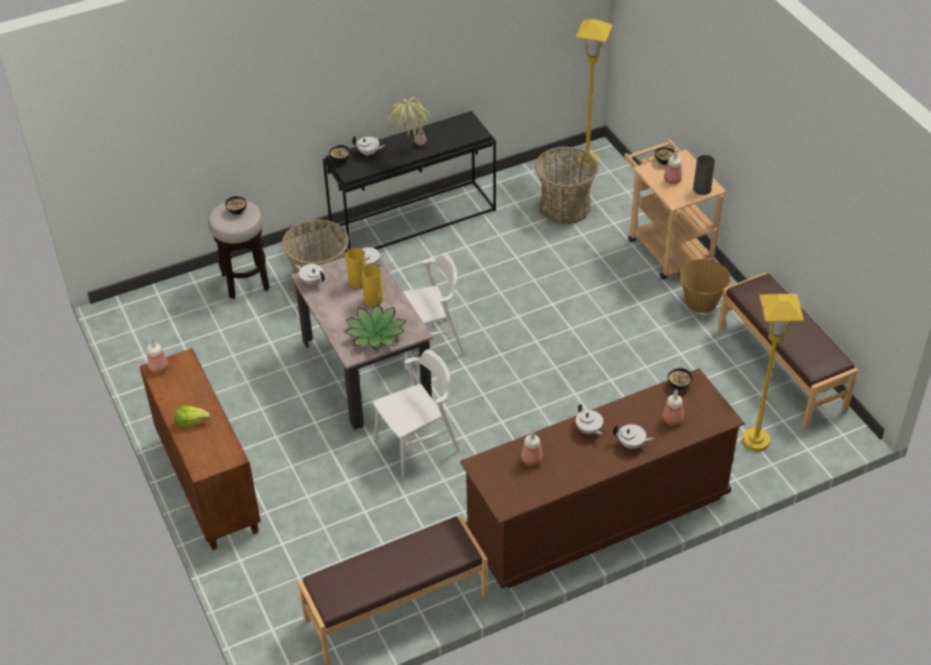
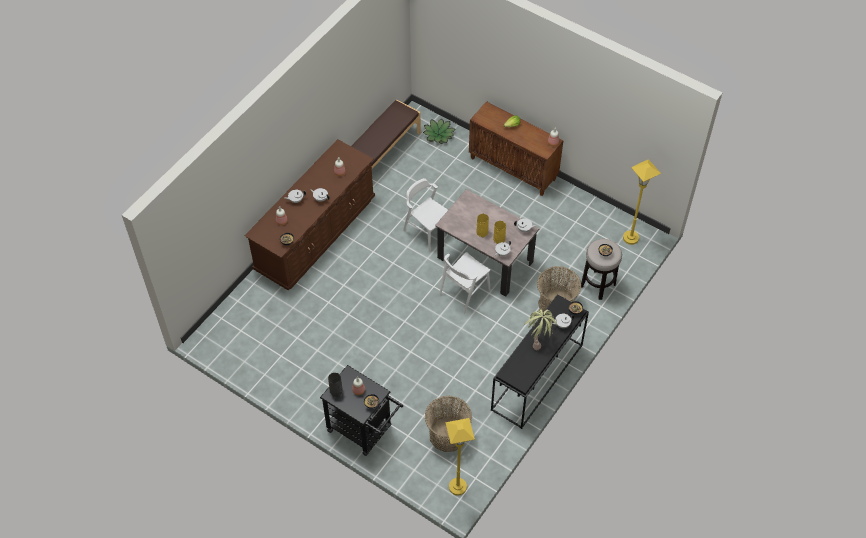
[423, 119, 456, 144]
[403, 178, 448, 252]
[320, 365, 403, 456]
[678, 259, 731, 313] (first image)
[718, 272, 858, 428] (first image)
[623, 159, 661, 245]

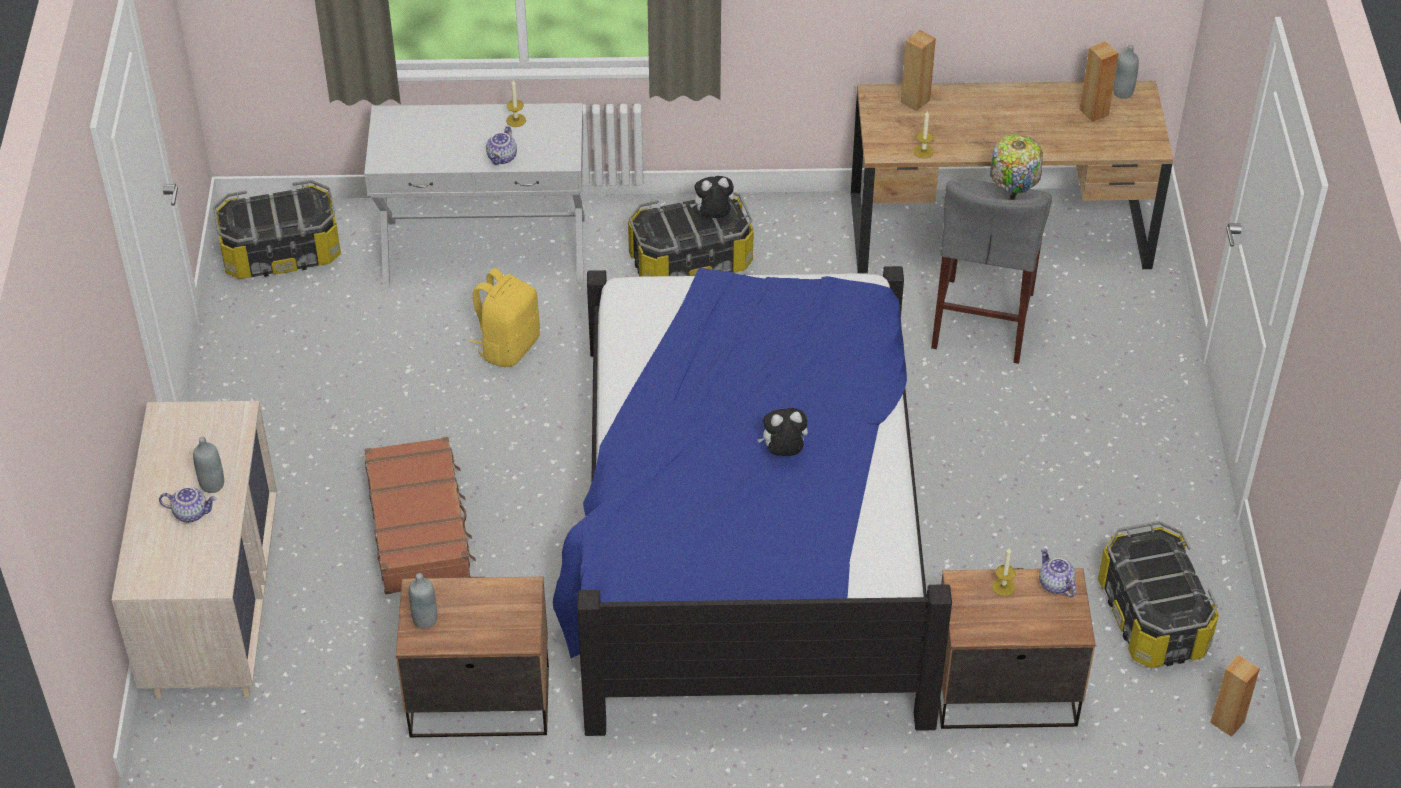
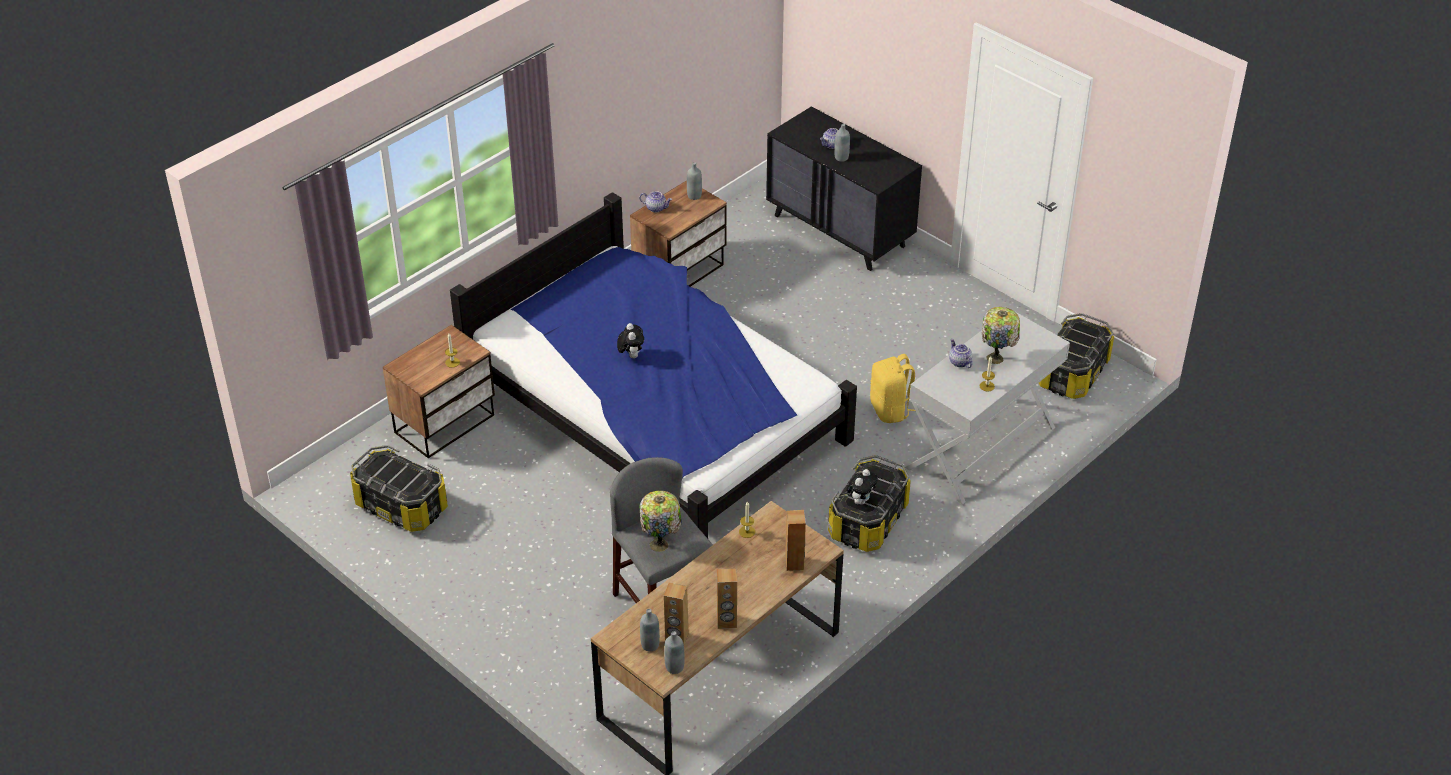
[766, 106, 922, 271]
[365, 437, 476, 594] (first image)
[617, 323, 644, 358]
[639, 191, 672, 213]
[717, 568, 737, 629]
[640, 609, 660, 651]
[982, 307, 1020, 364]

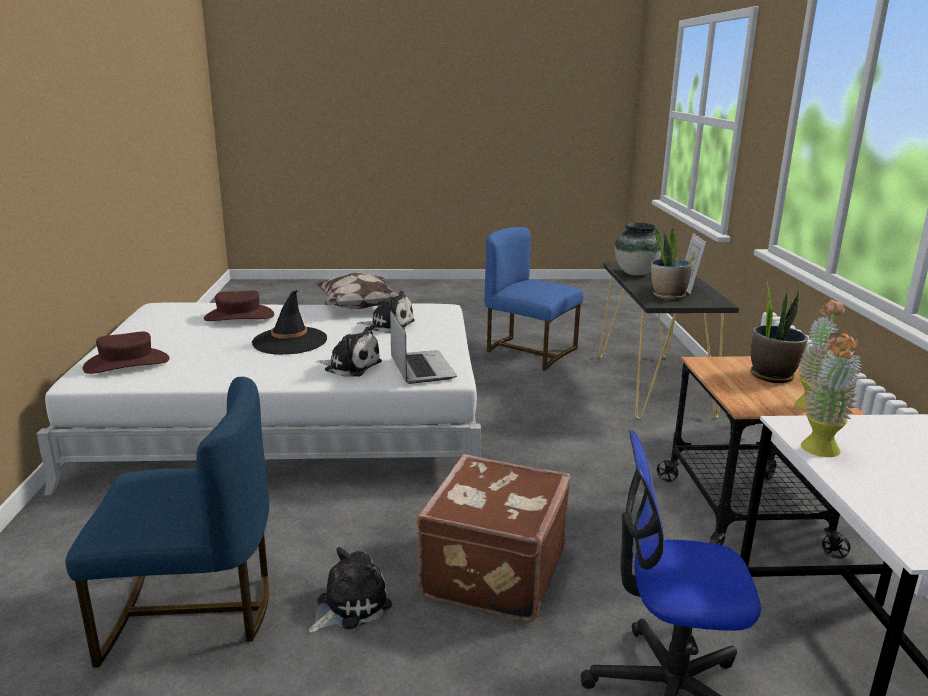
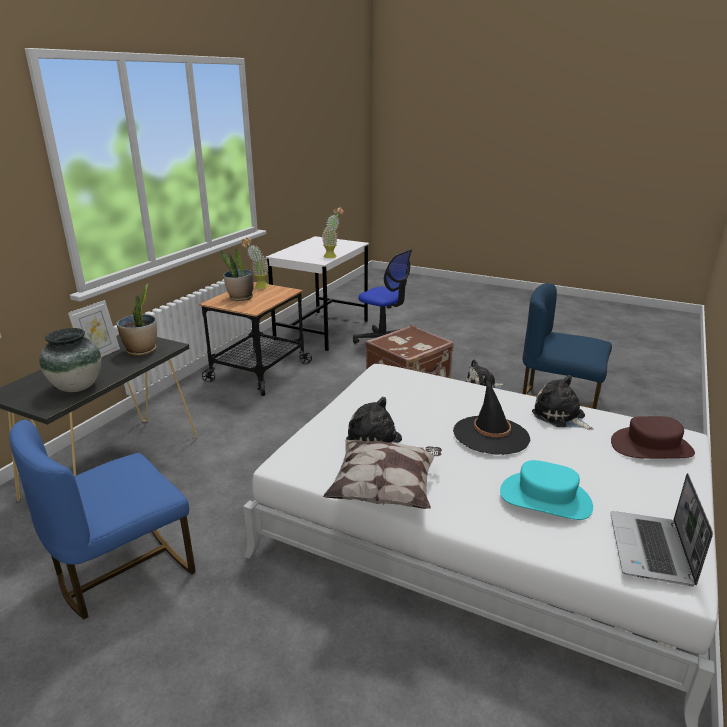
[500, 460, 593, 520]
[532, 375, 594, 430]
[610, 473, 713, 586]
[9, 420, 196, 619]

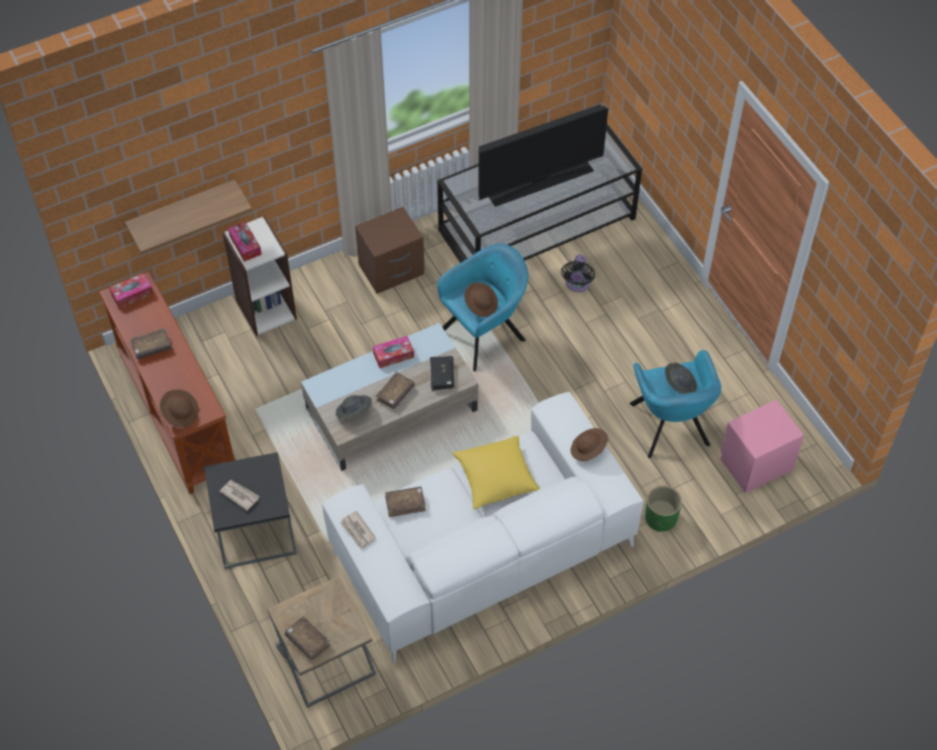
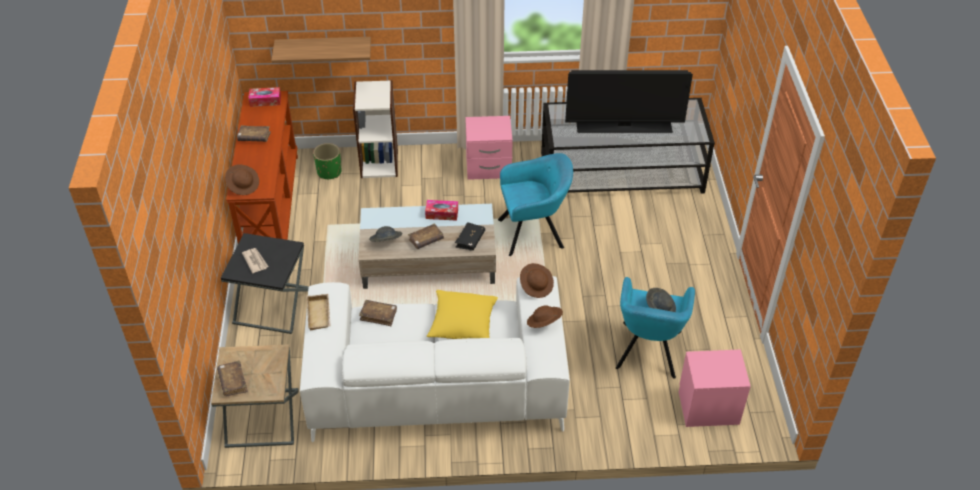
[228, 221, 262, 262] (first image)
[306, 294, 331, 330]
[466, 116, 512, 180]
[520, 263, 554, 298]
[561, 254, 595, 292] (first image)
[313, 143, 342, 179]

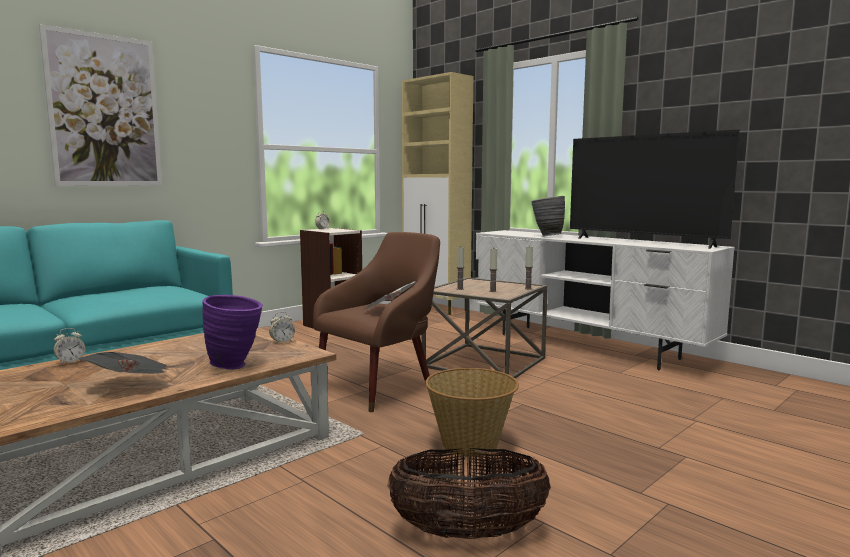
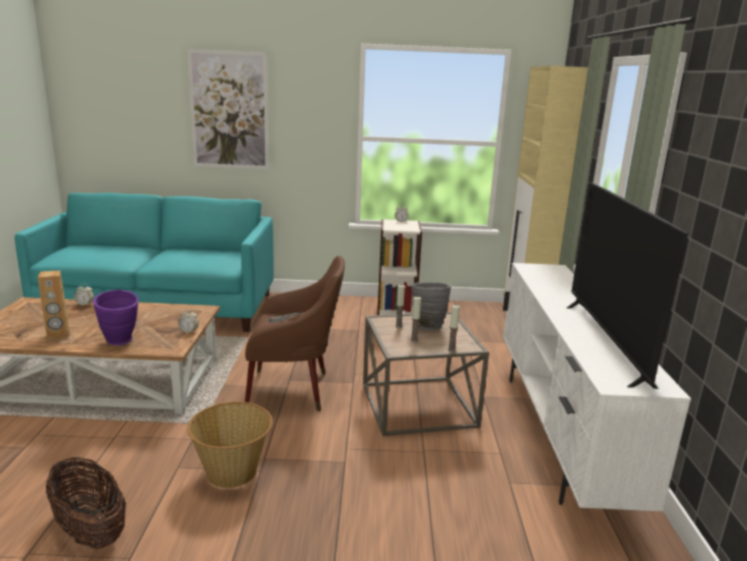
[38, 270, 70, 340]
[411, 282, 451, 330]

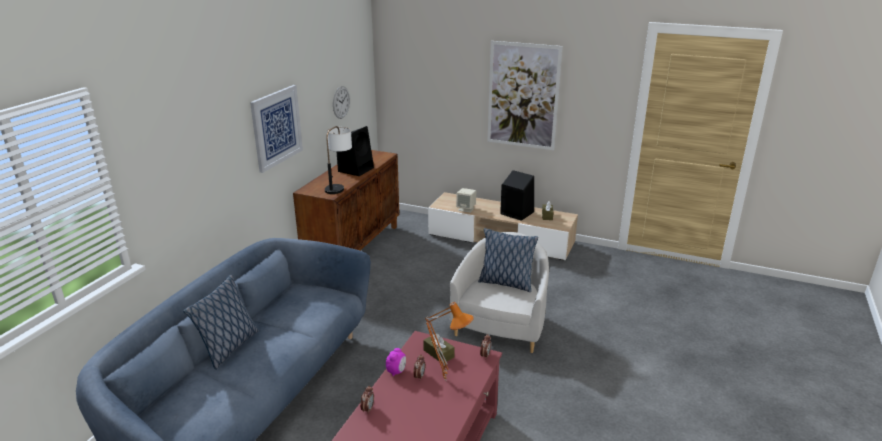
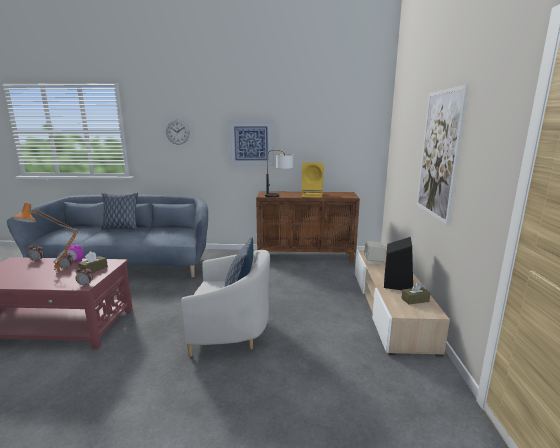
[166, 120, 190, 145]
[301, 162, 323, 198]

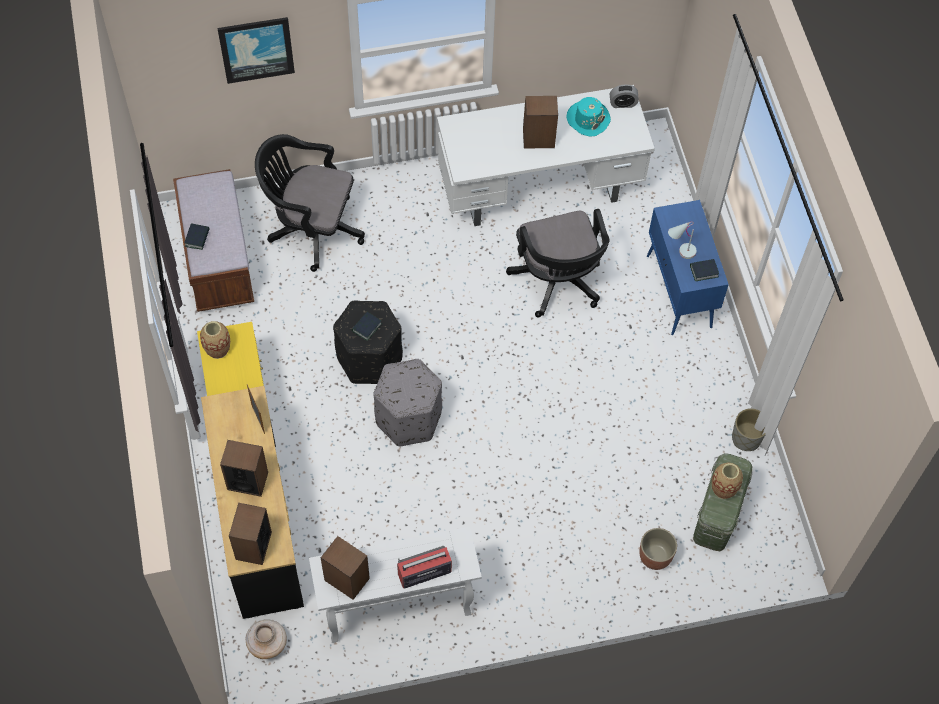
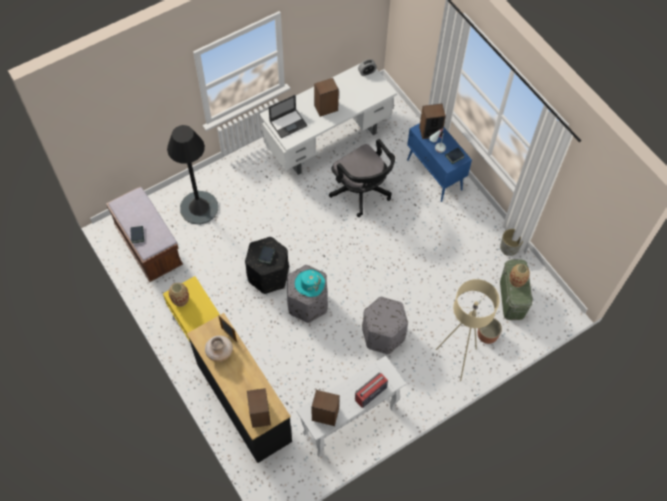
[217, 17, 295, 84] (first image)
[419, 104, 446, 139]
[205, 336, 233, 362]
[167, 125, 218, 225]
[295, 270, 325, 297]
[268, 95, 307, 138]
[362, 297, 408, 354]
[436, 279, 500, 381]

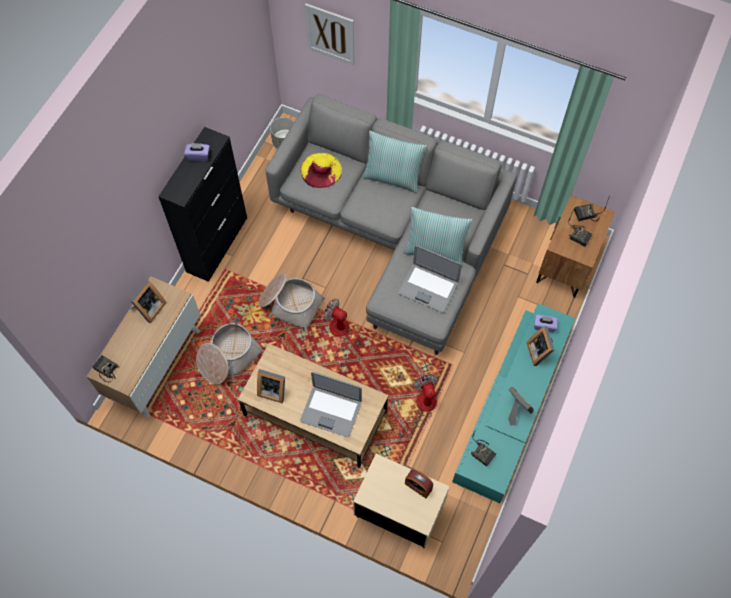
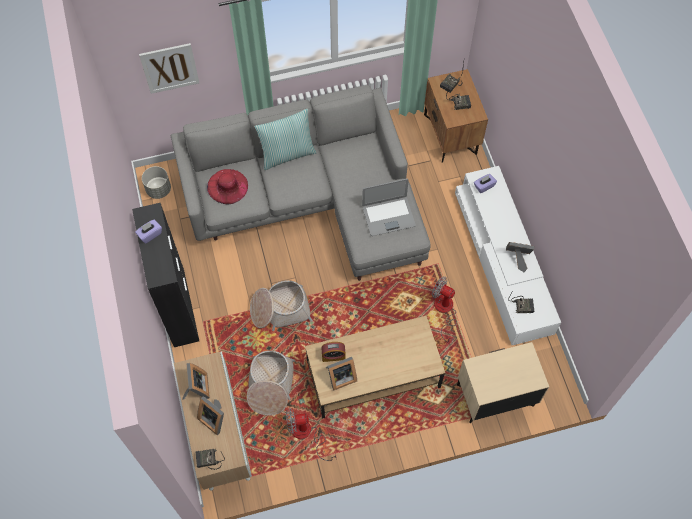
[207, 169, 248, 204]
[300, 372, 362, 437] (first image)
[286, 408, 337, 461]
[403, 207, 472, 266] (first image)
[321, 342, 346, 362]
[455, 166, 561, 345]
[197, 396, 224, 436]

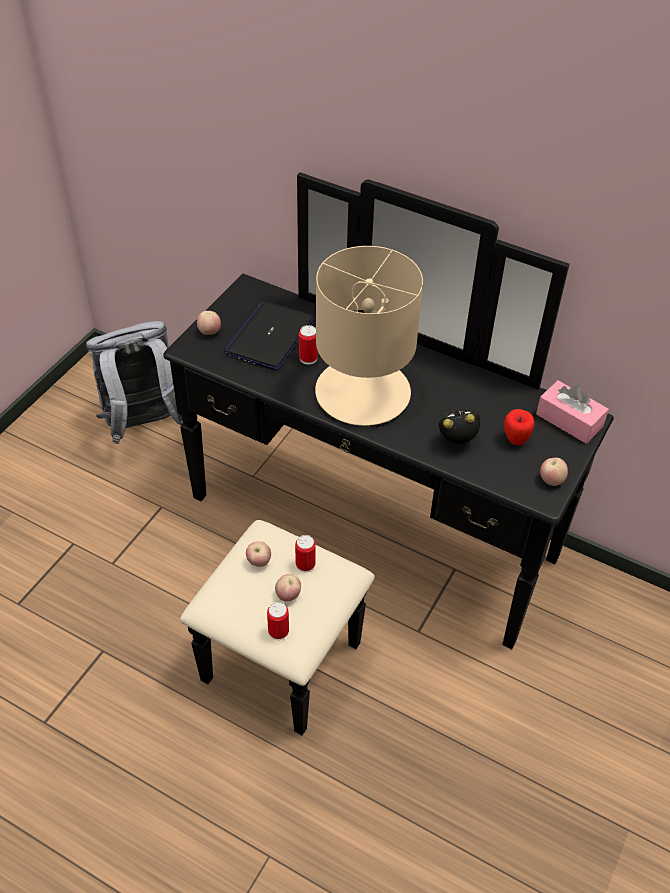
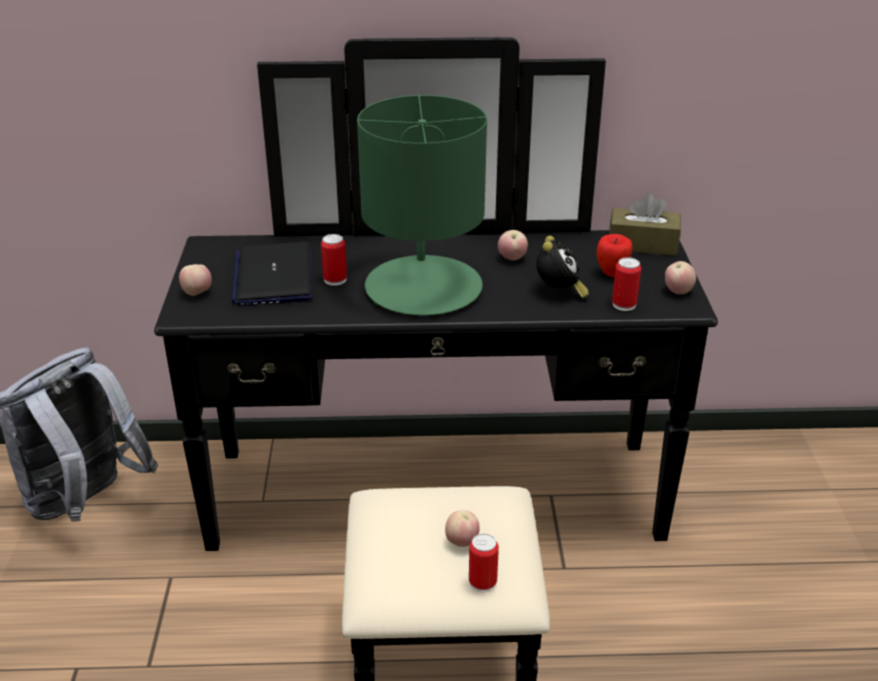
[498, 230, 528, 260]
[612, 257, 641, 311]
[357, 95, 487, 316]
[536, 236, 589, 298]
[609, 193, 681, 255]

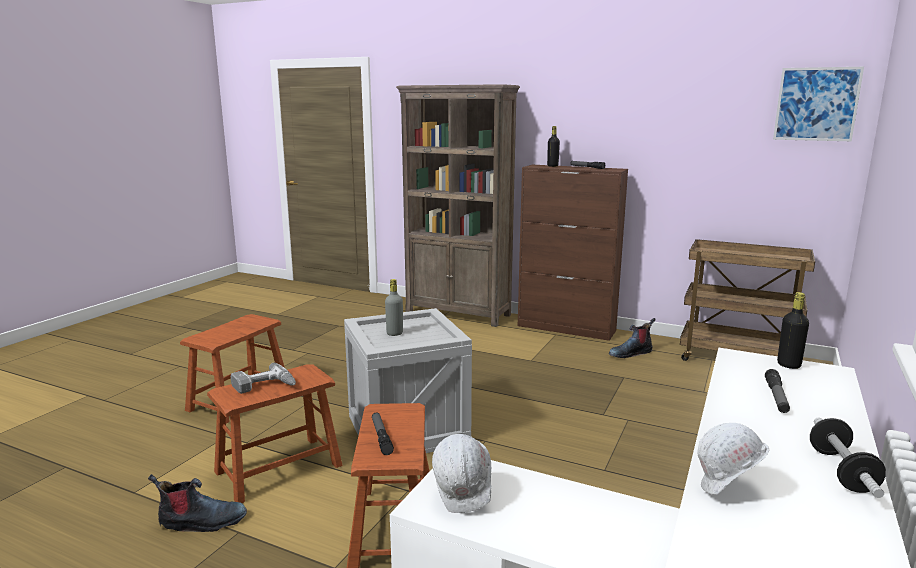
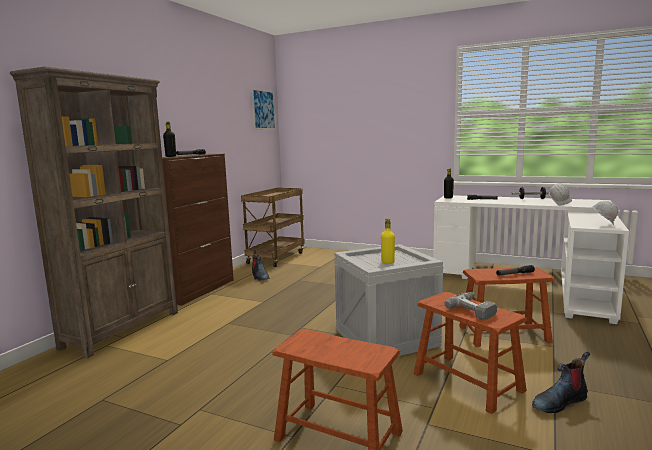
[532, 352, 590, 413]
[381, 219, 395, 264]

